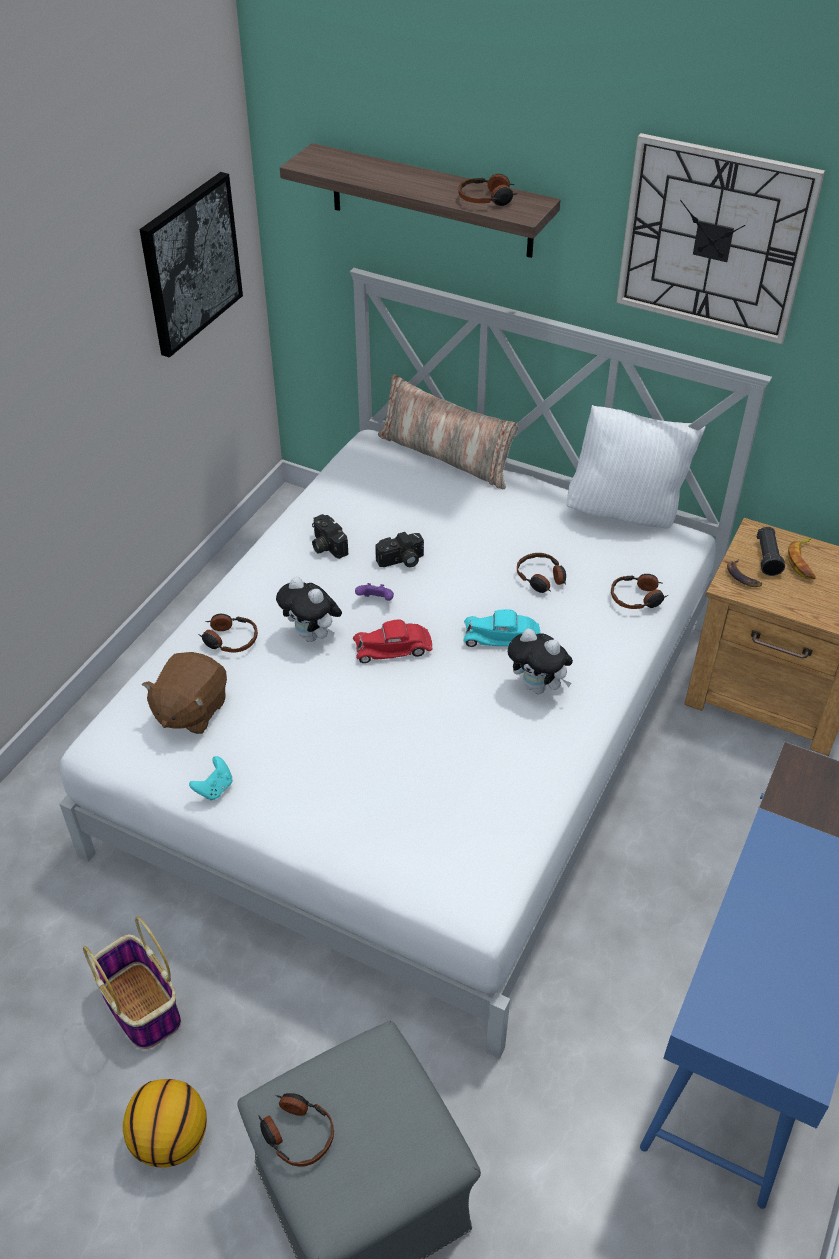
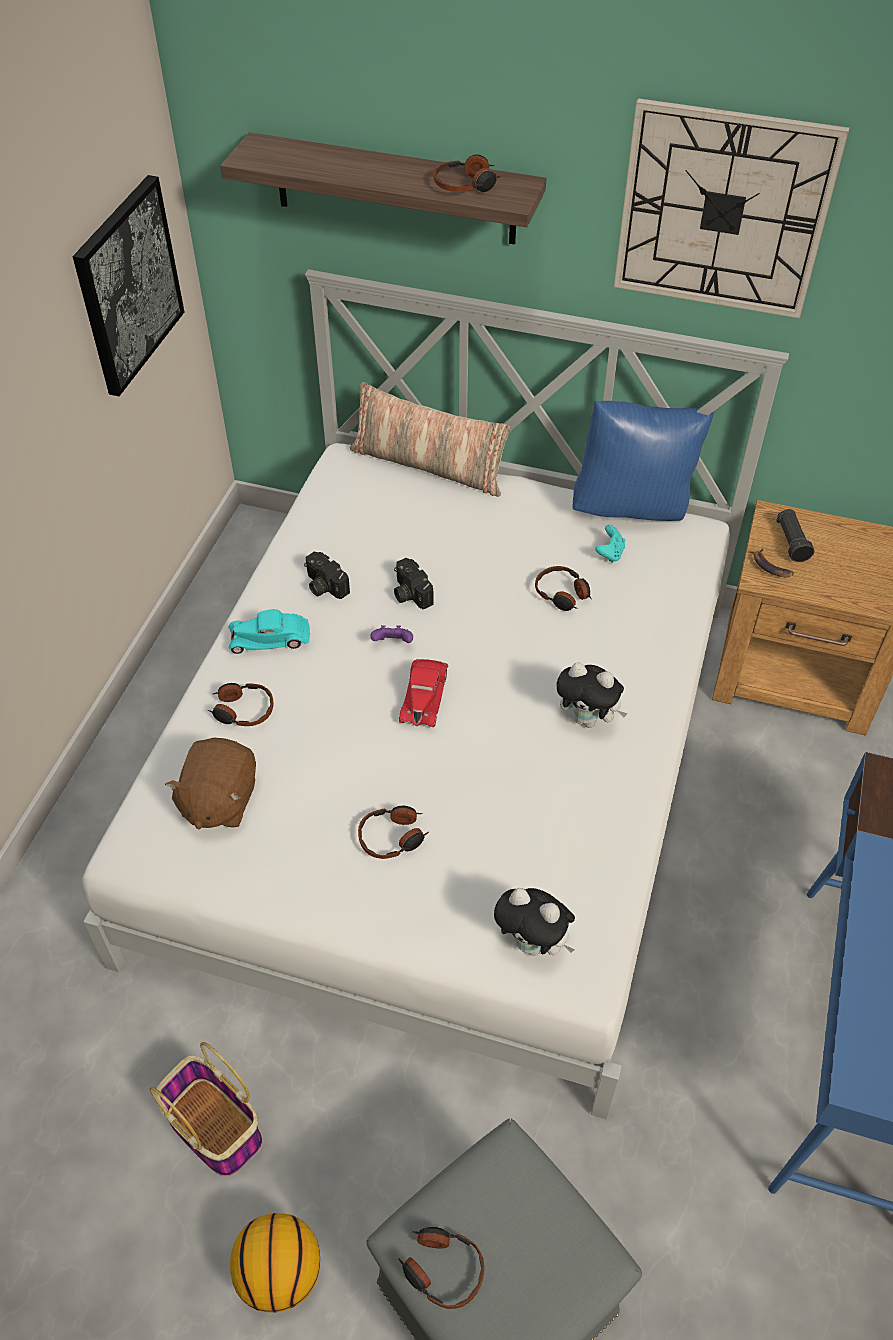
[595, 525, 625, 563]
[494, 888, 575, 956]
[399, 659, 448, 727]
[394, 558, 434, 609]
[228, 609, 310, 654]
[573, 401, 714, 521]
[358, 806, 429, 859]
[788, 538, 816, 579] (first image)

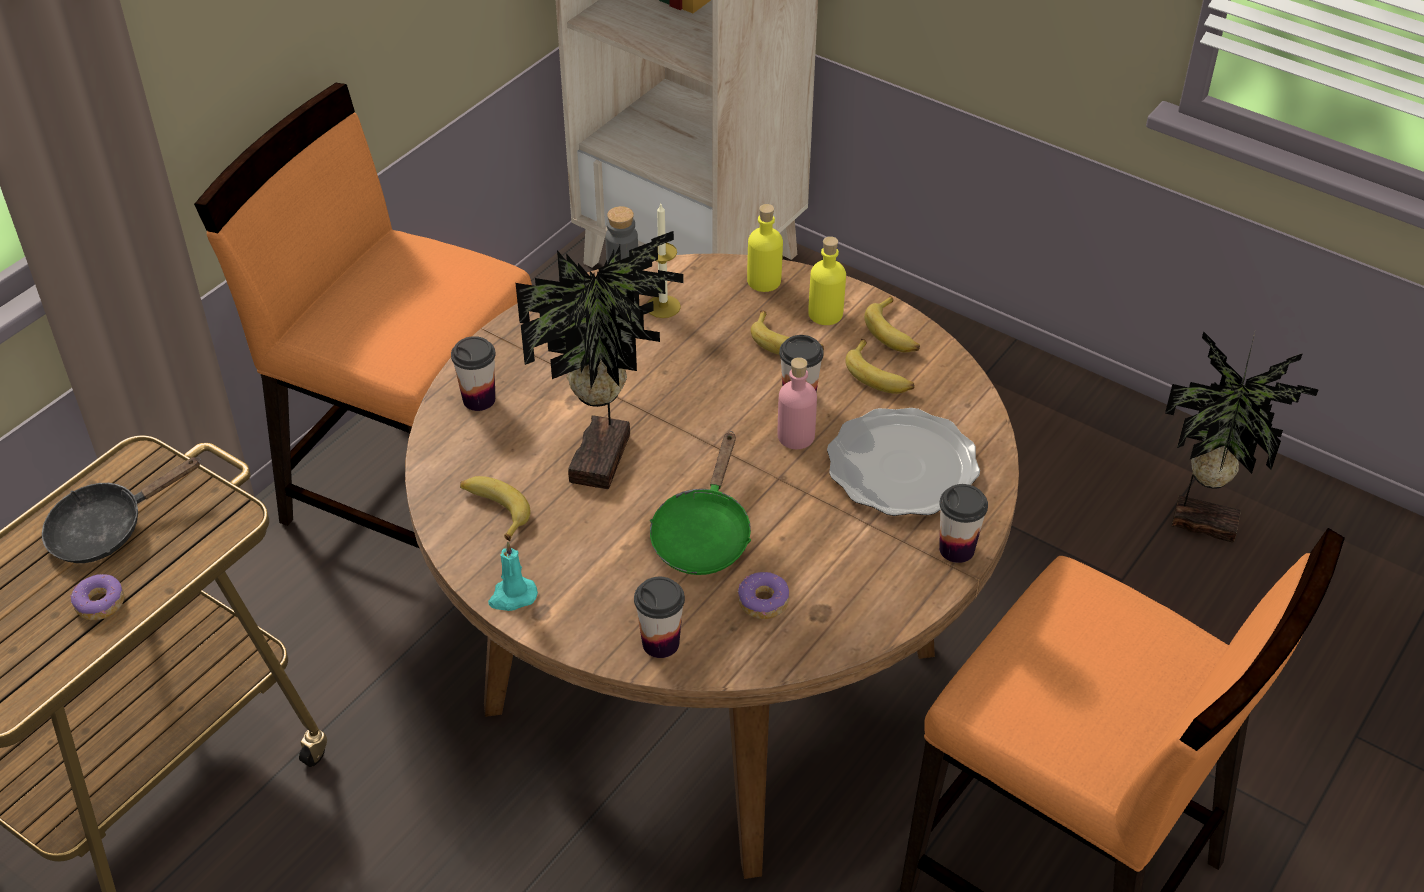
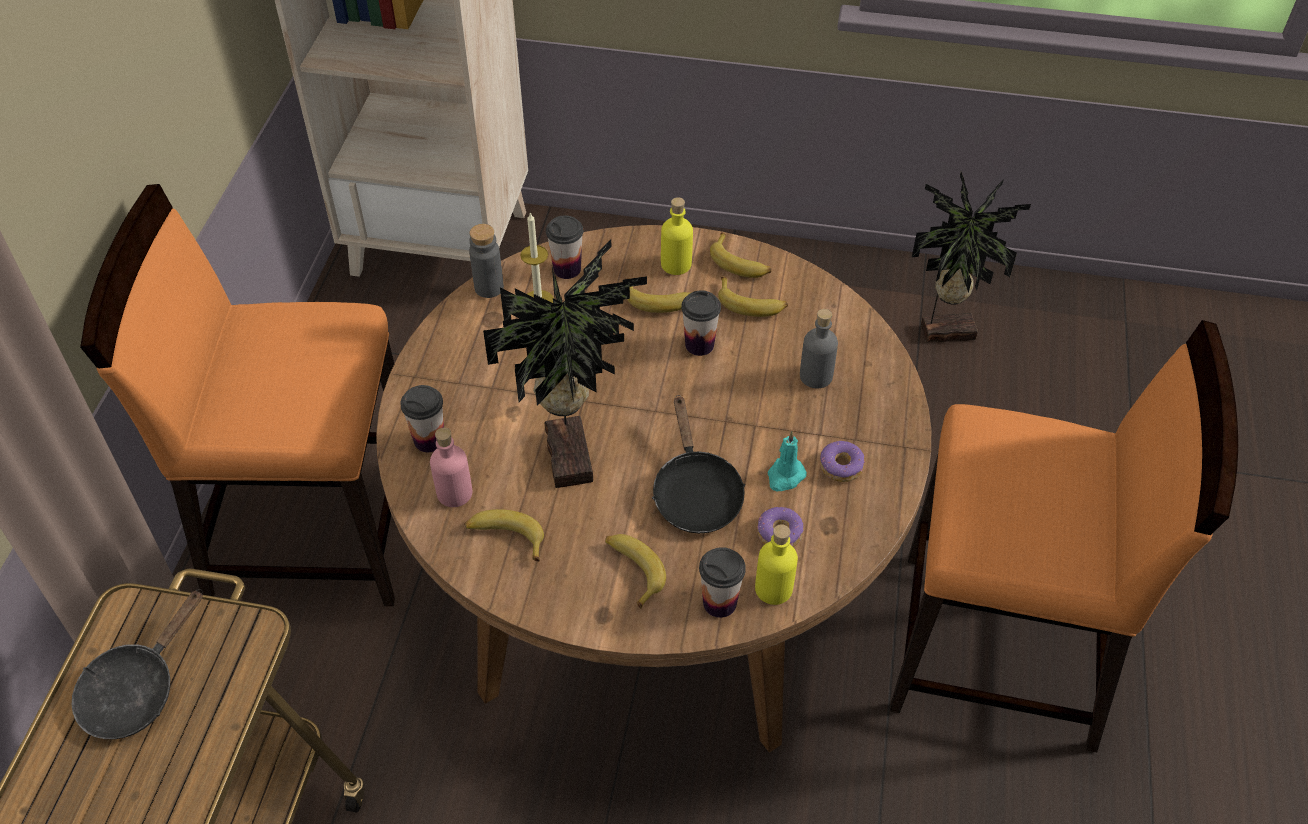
[820, 441, 865, 482]
[768, 431, 807, 491]
[652, 395, 745, 533]
[755, 524, 798, 605]
[430, 428, 472, 507]
[800, 309, 838, 388]
[546, 215, 583, 279]
[605, 534, 666, 609]

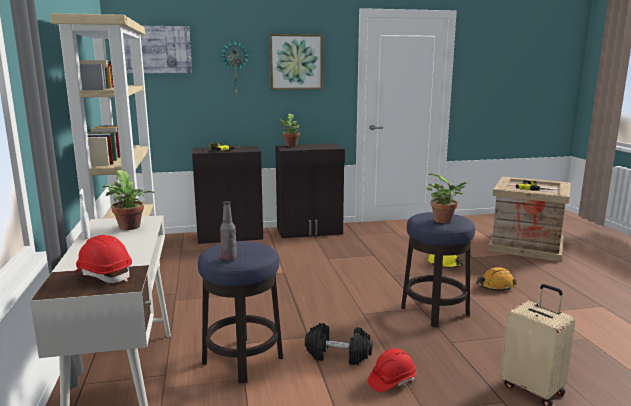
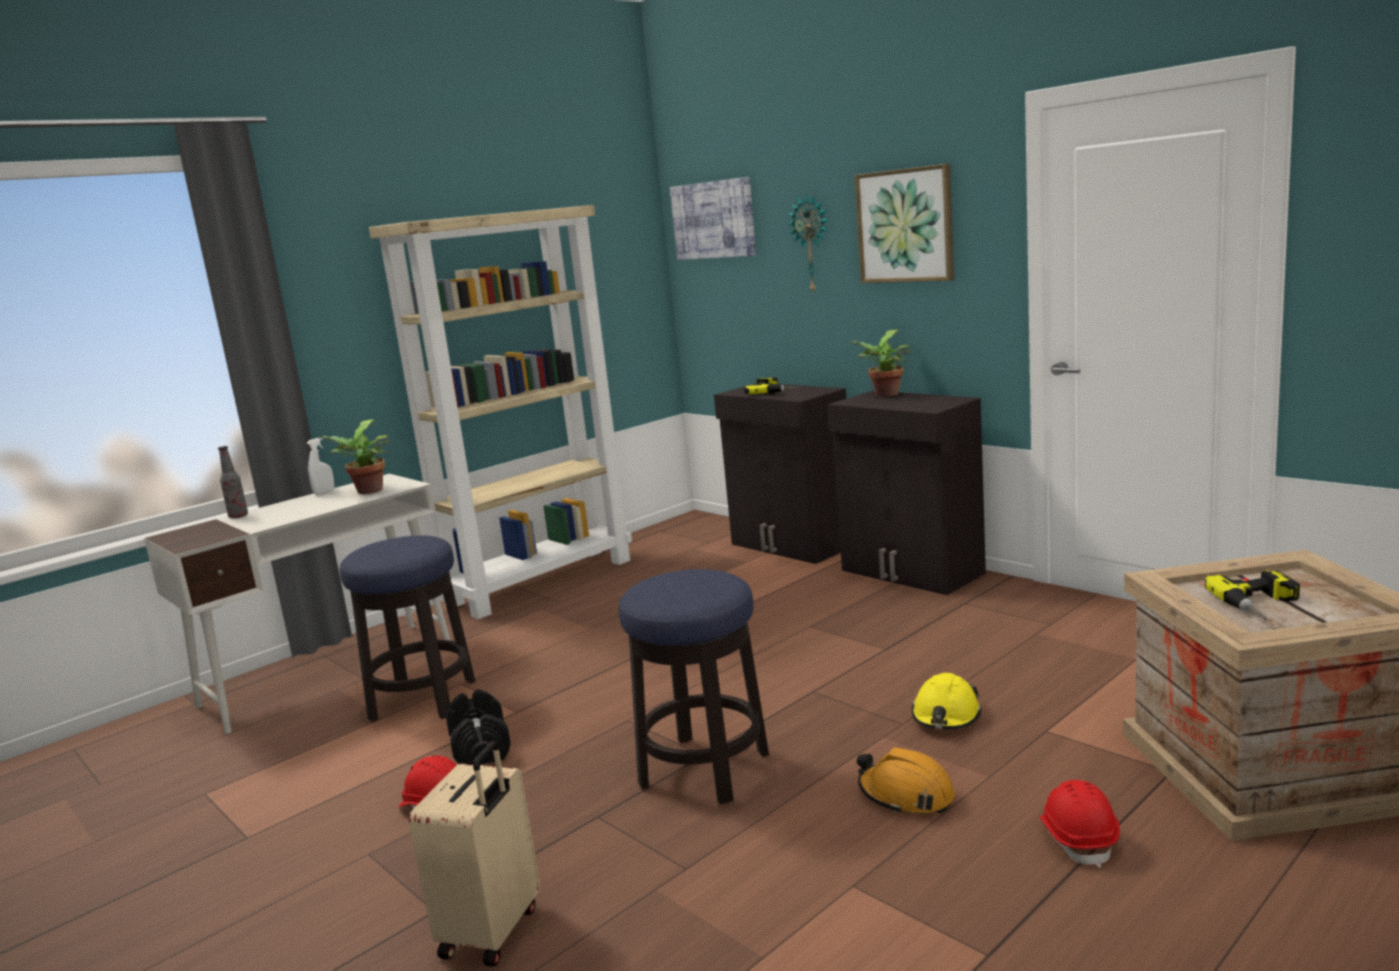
[1039, 780, 1120, 868]
[218, 446, 248, 518]
[426, 174, 470, 223] (first image)

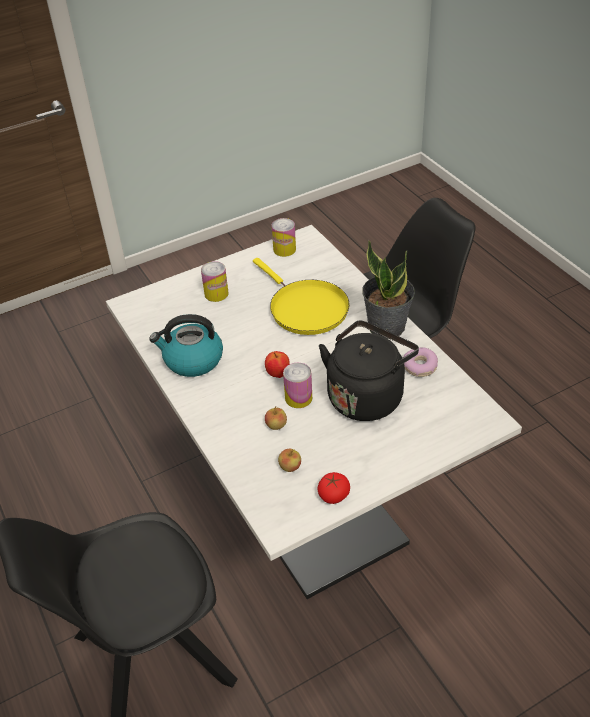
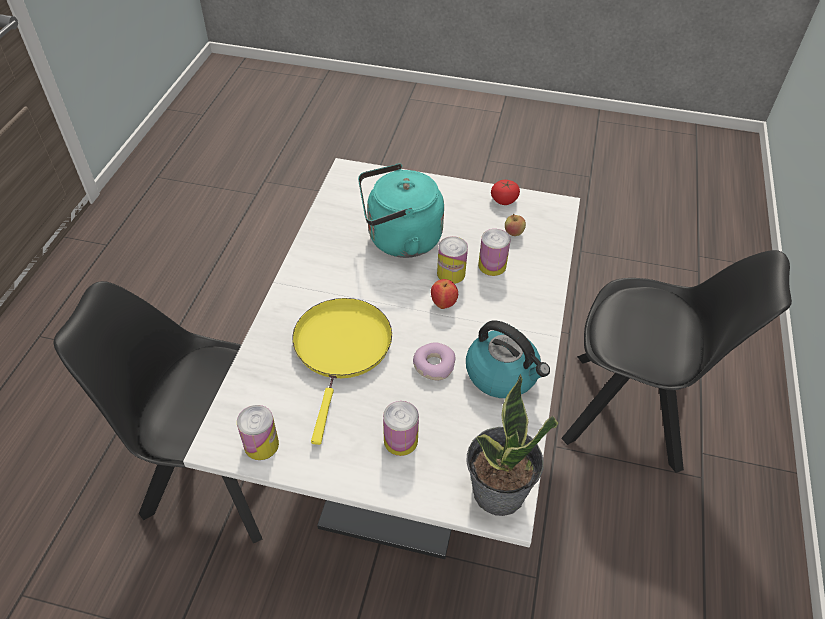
[478, 229, 511, 276]
[358, 163, 444, 258]
[467, 374, 558, 516]
[413, 342, 456, 381]

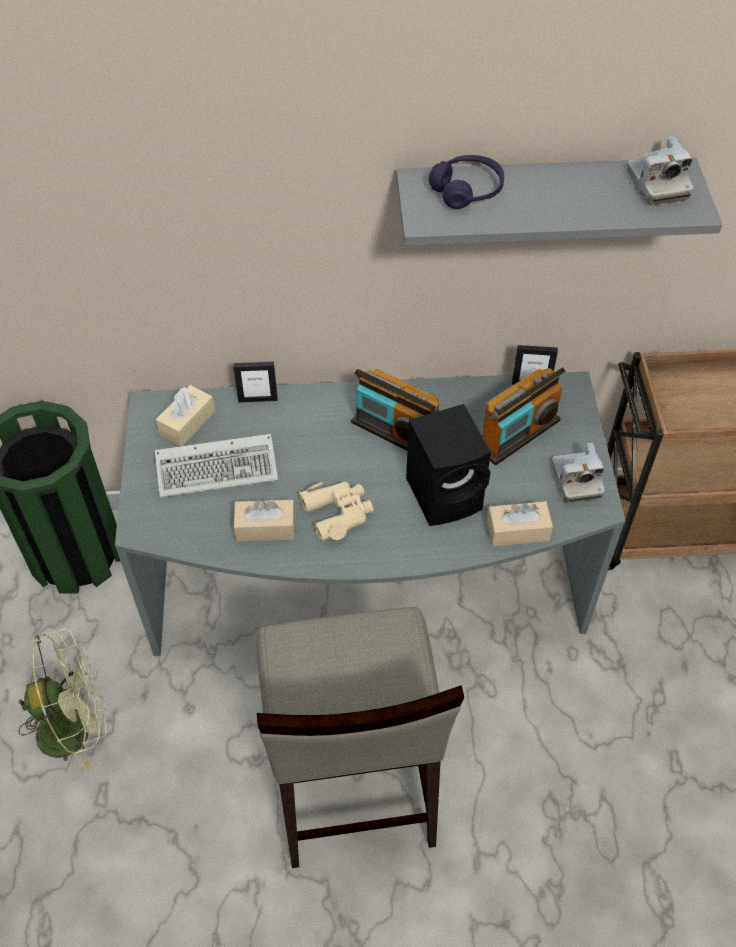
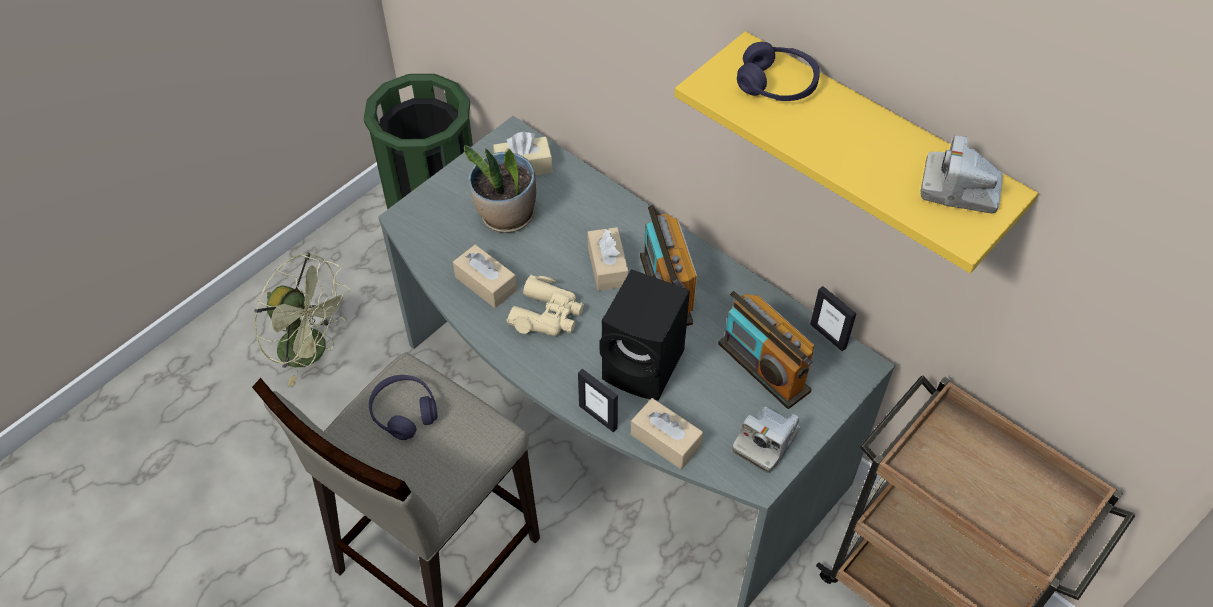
[464, 145, 536, 233]
[578, 369, 618, 432]
[674, 31, 1039, 273]
[718, 291, 814, 409]
[920, 135, 1003, 213]
[369, 375, 438, 440]
[587, 227, 628, 291]

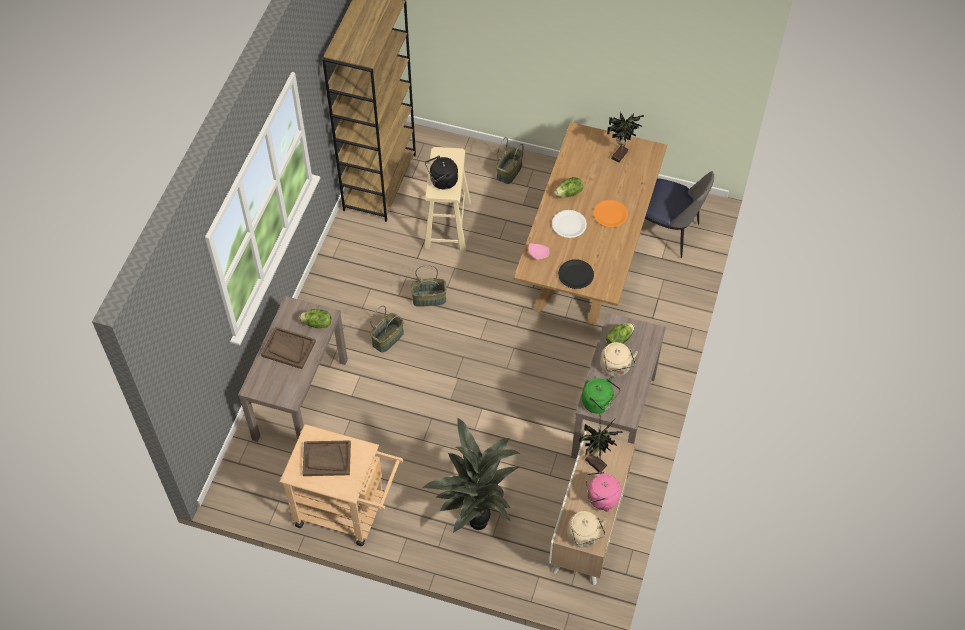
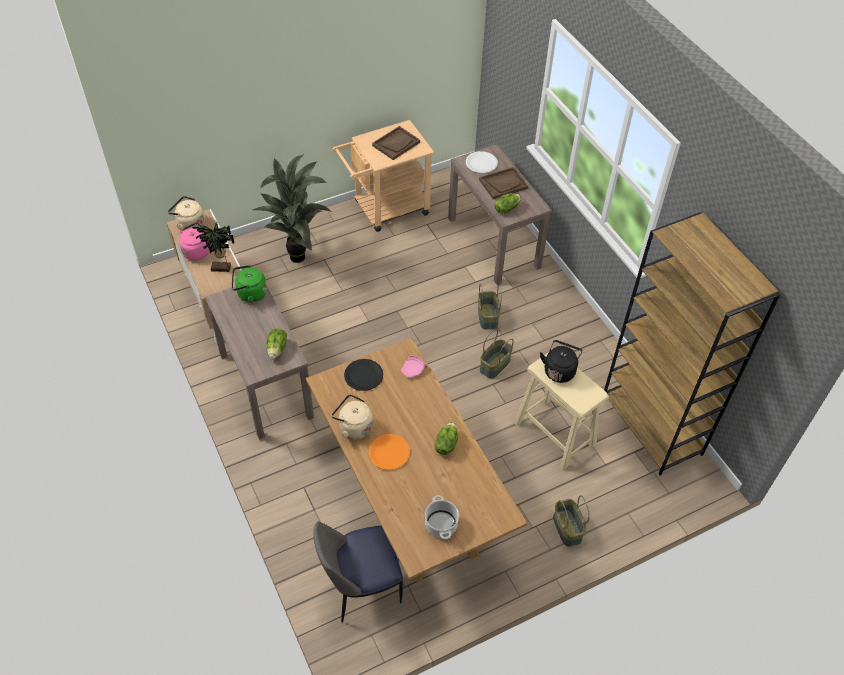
[466, 151, 498, 173]
[332, 394, 373, 439]
[425, 495, 459, 539]

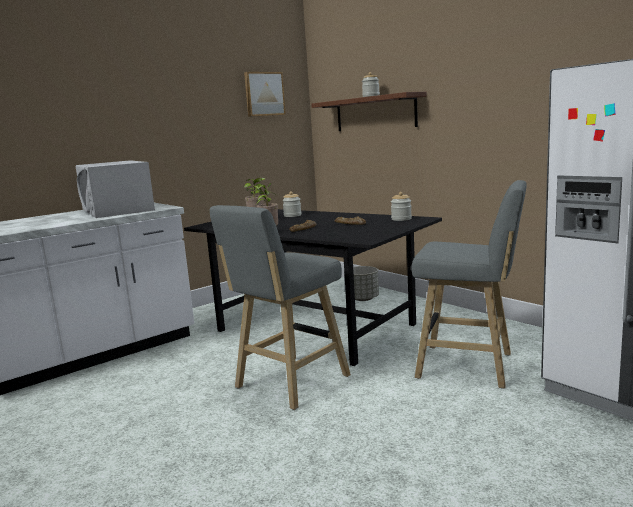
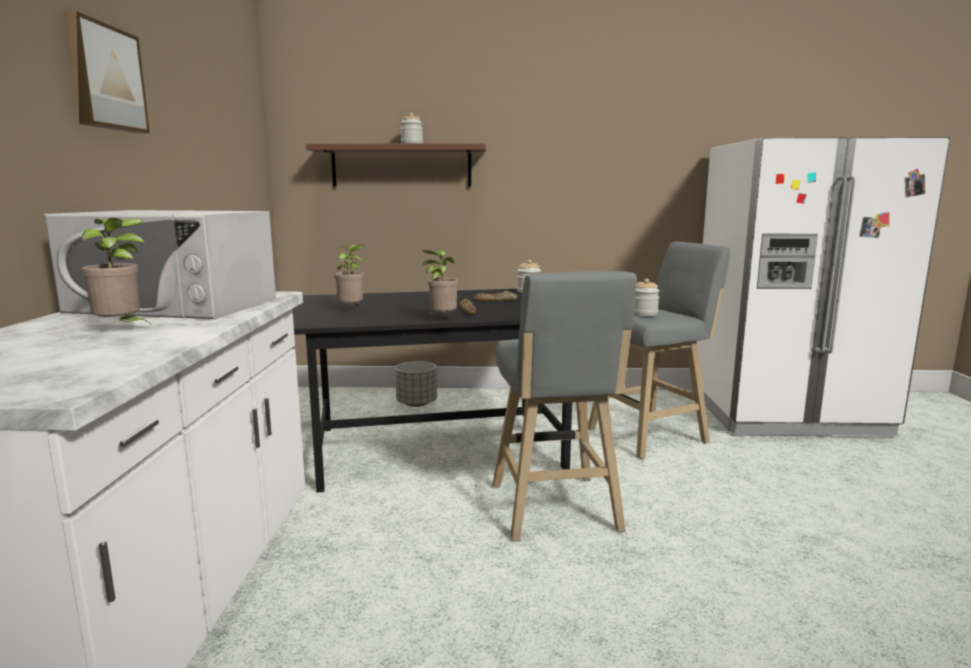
[63, 11, 150, 133]
[634, 278, 660, 316]
[81, 218, 151, 324]

